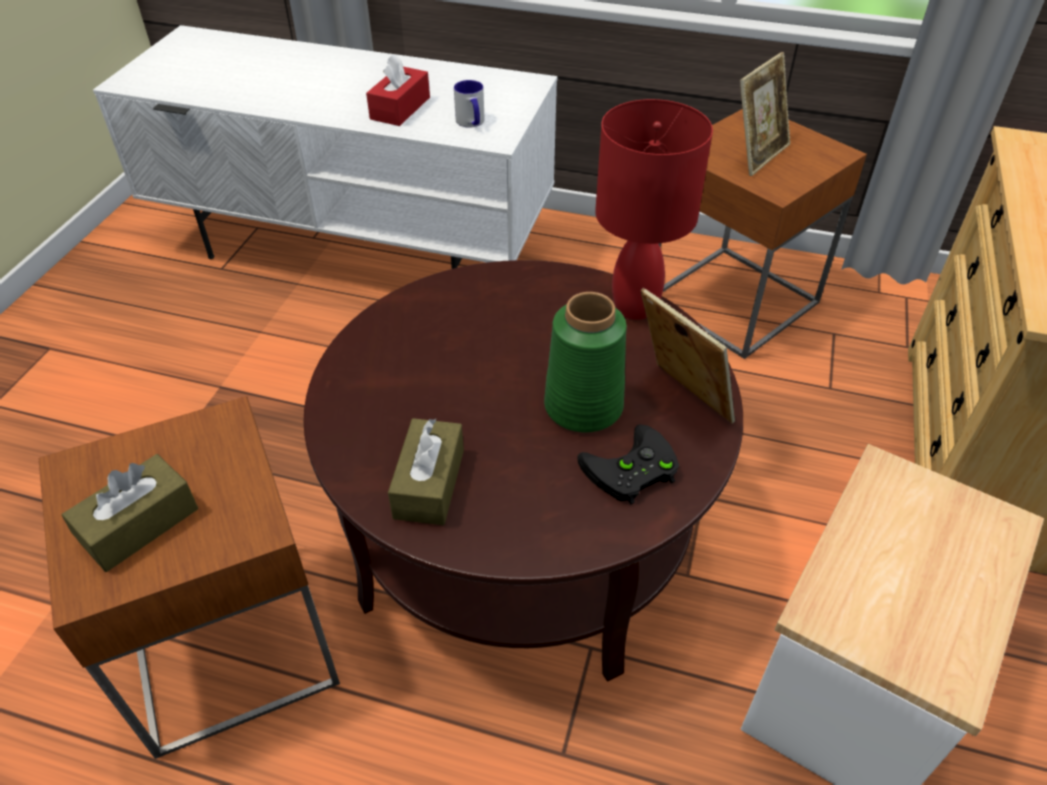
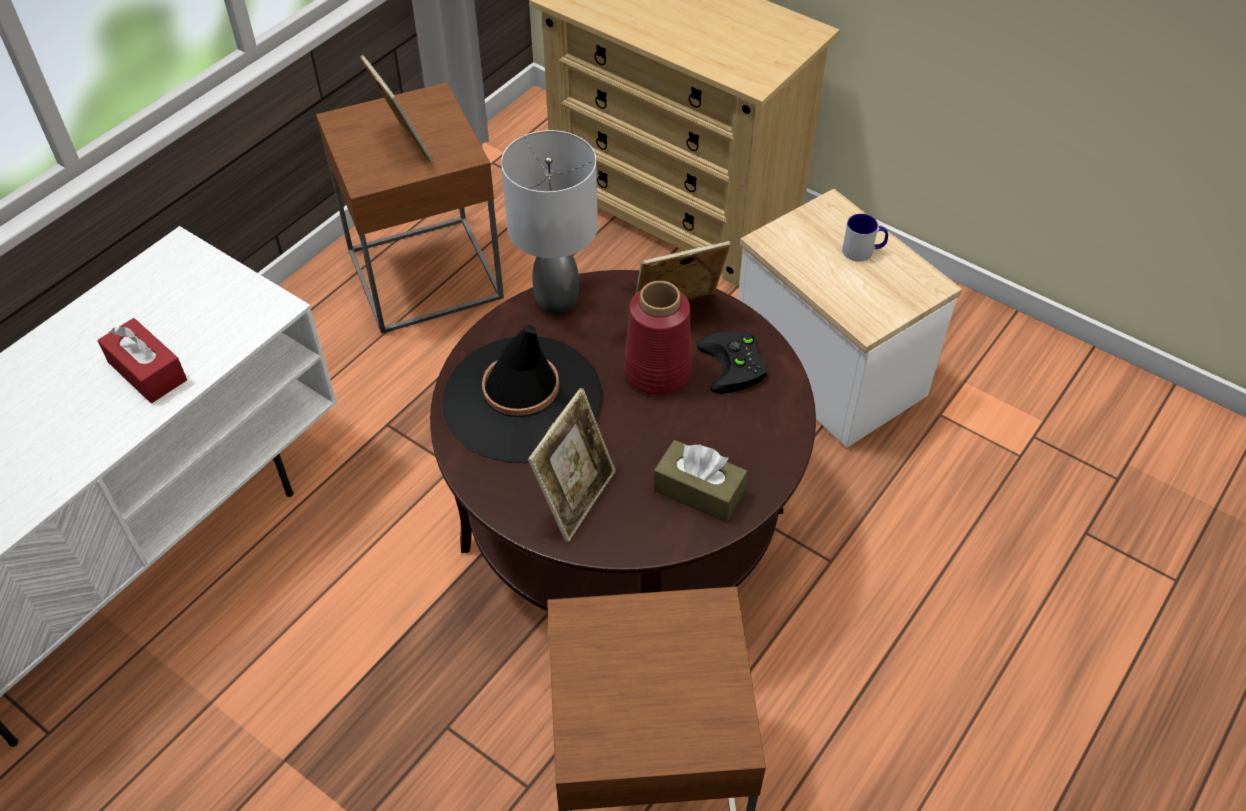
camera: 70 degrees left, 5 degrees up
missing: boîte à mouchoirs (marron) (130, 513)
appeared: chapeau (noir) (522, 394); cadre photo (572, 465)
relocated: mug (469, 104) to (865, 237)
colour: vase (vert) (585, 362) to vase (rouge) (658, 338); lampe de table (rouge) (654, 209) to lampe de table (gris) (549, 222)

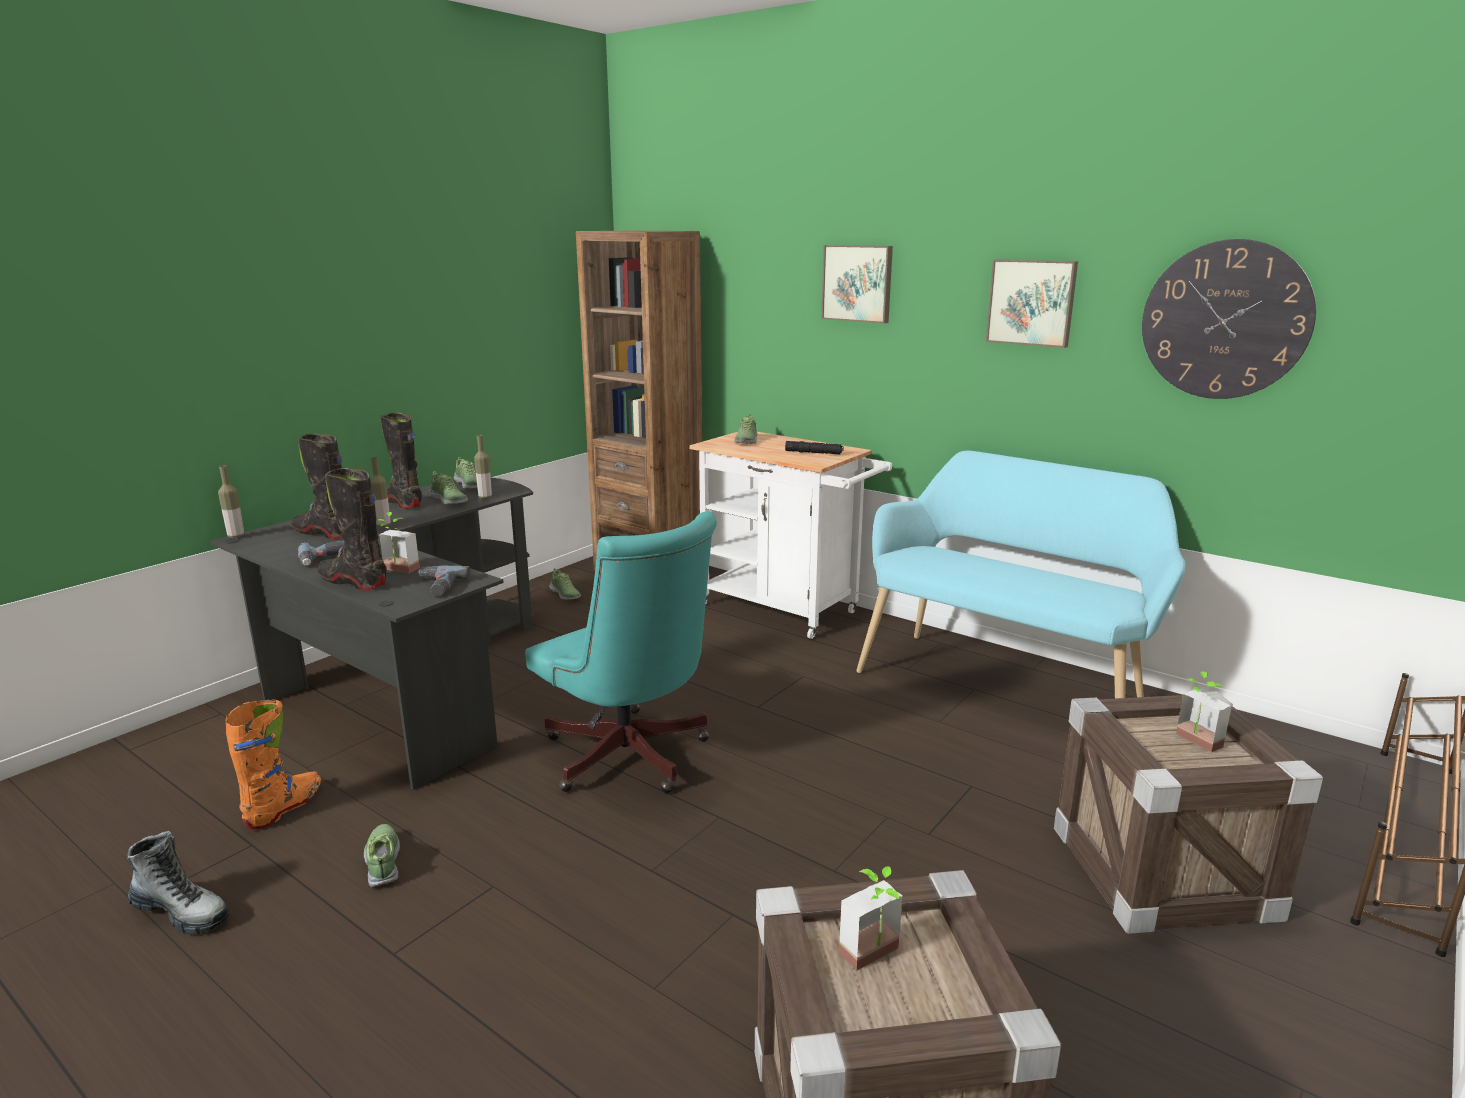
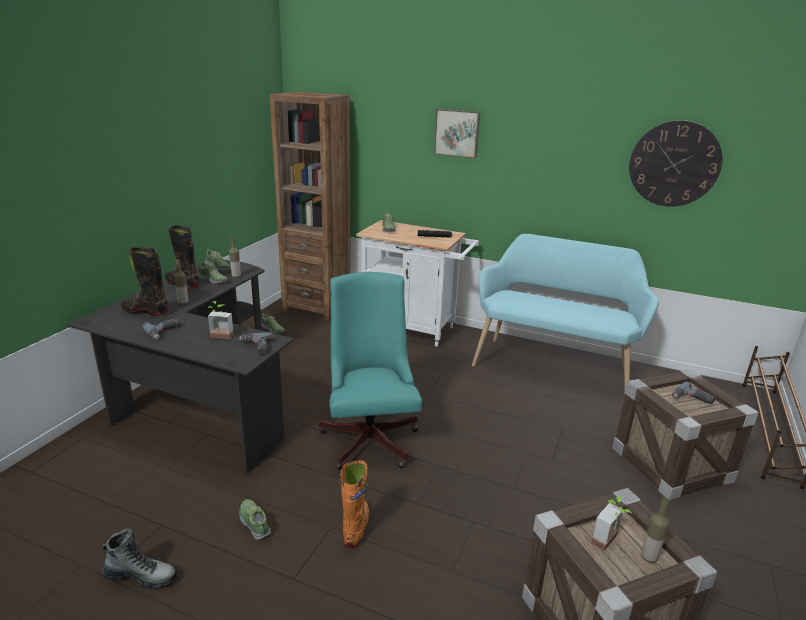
camera: 15 degrees left, 5 degrees up
missing: botte (noir) (352, 529); tableau (1032, 303)
relocated: bouteille (231, 501) to (655, 530); botte (orange) (273, 764) to (355, 504)
exchanged: plante en pot (1204, 712) to perceuse (693, 392)
spun: chaise de bureau (turquoise) (621, 652) = (370, 371) 135 degrees counterclockwise

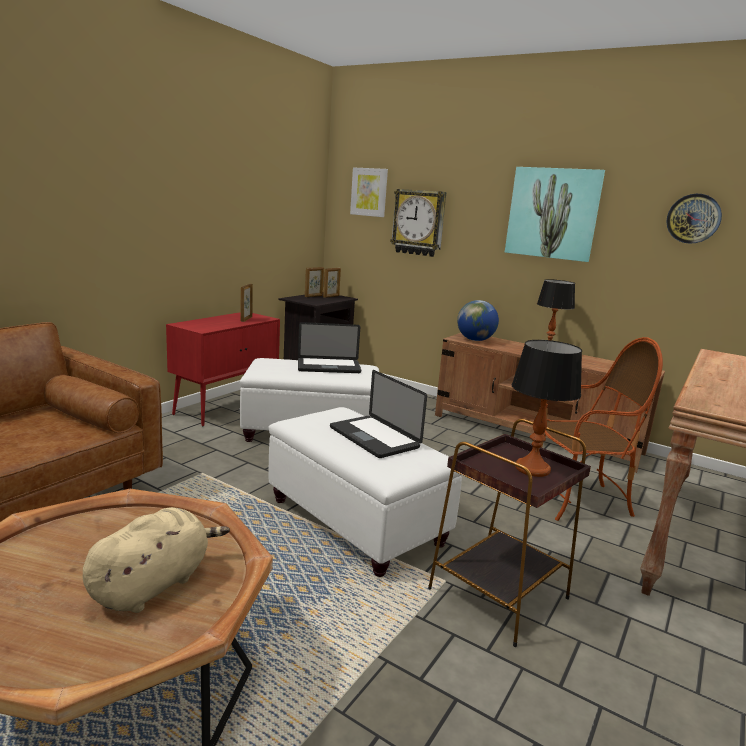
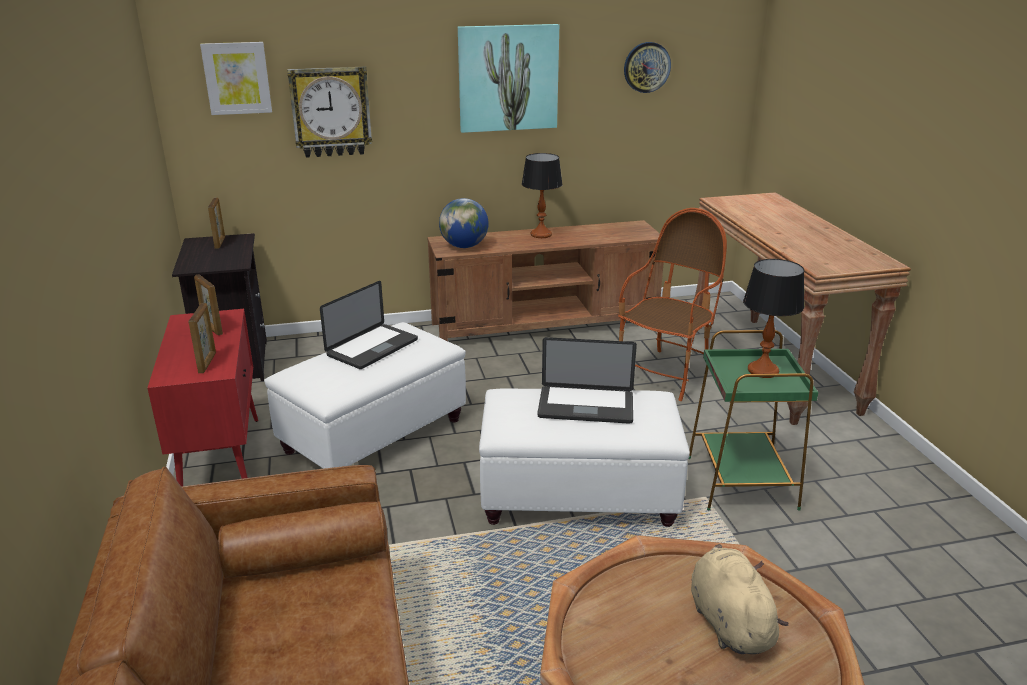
camera: 45 degrees left, 10 degrees up
relocated: cadre photo (314, 282) to (202, 338)
colour: table d'appoint (marron) (509, 533) to table d'appoint (vert) (753, 420)

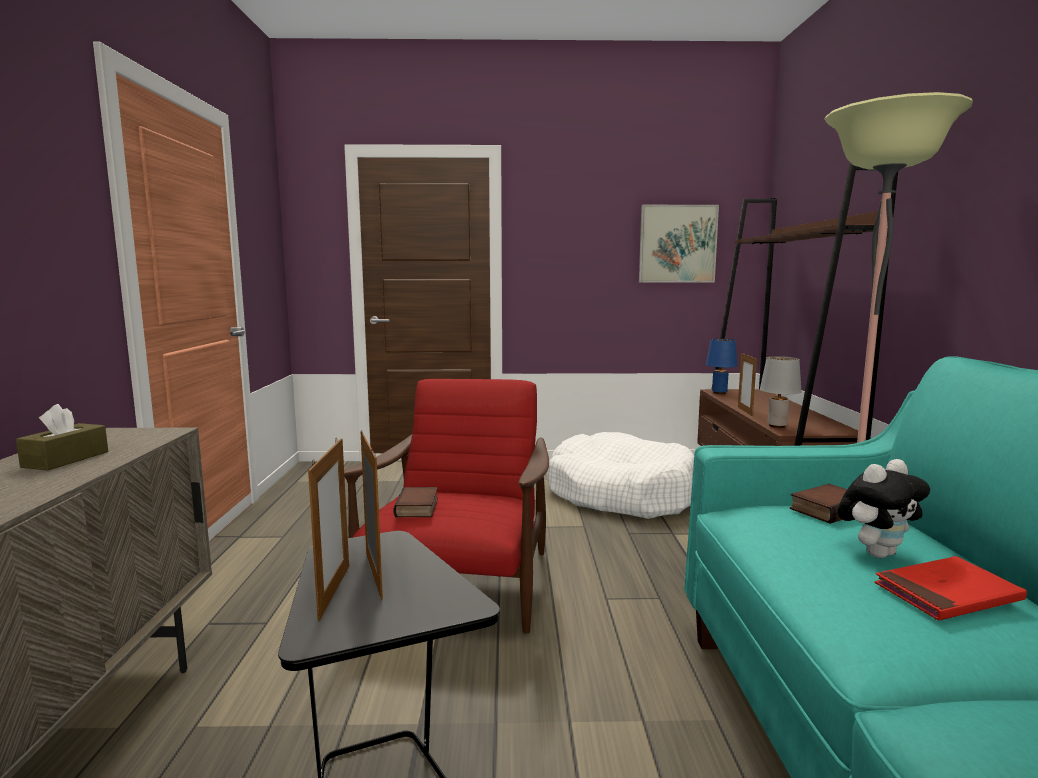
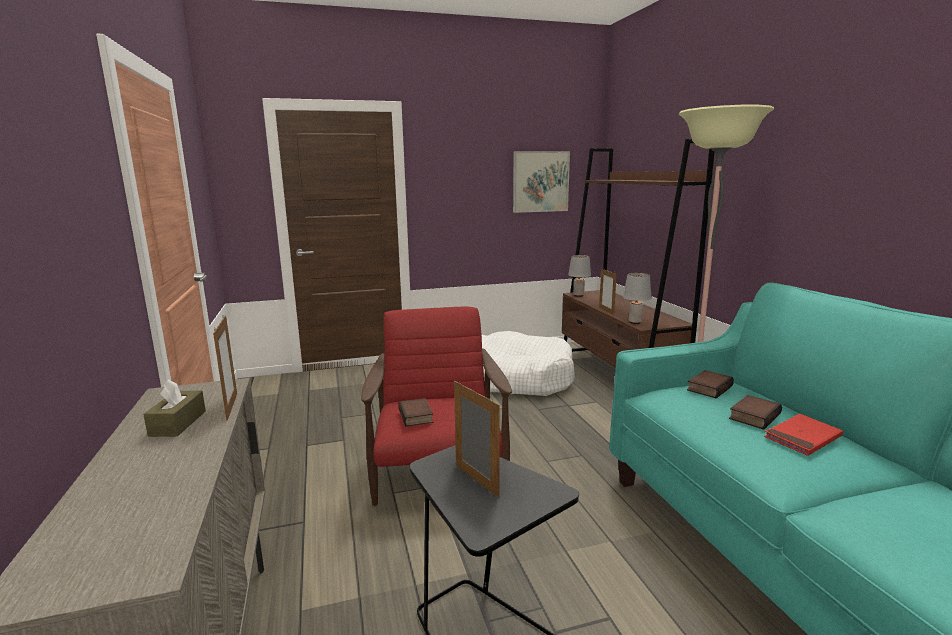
camera: 15 degrees left, 5 degrees up
relocated: cadre photo (328, 530) to (225, 368)
exchanged: peluche (883, 508) to livre (755, 412)
colour: lampe de table (bleu) (721, 366) to lampe de table (gris) (579, 276)

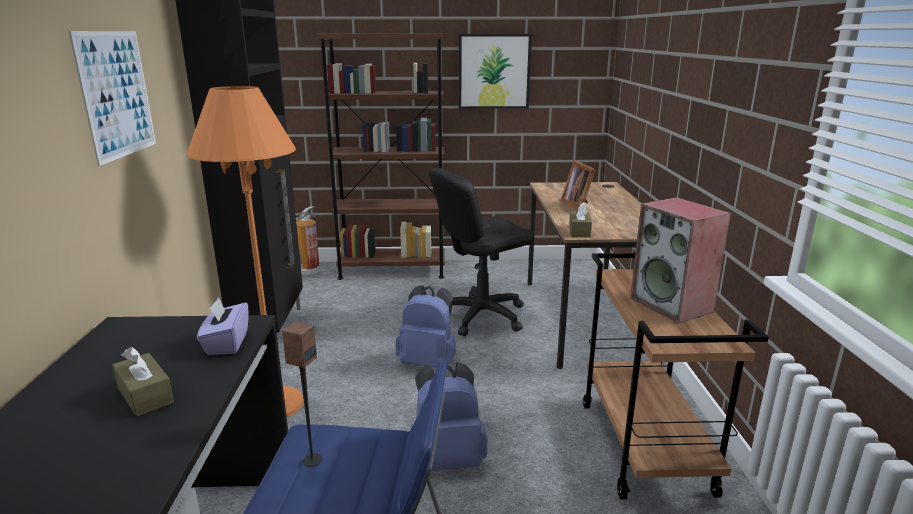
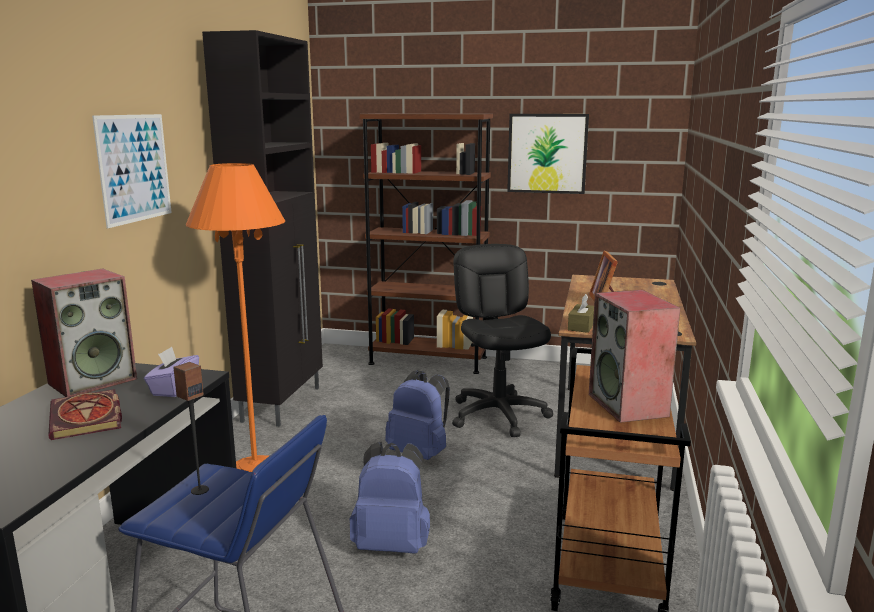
camera: 15 degrees right, 5 degrees down
missing: extincteur (308, 241)
appeared: enceinte (84, 333)
exchanged: boîte à mouchoirs (marron) (143, 382) to livre (85, 414)
spun: chaise de bureau (noir) (481, 252) = (502, 340) 90 degrees clockwise

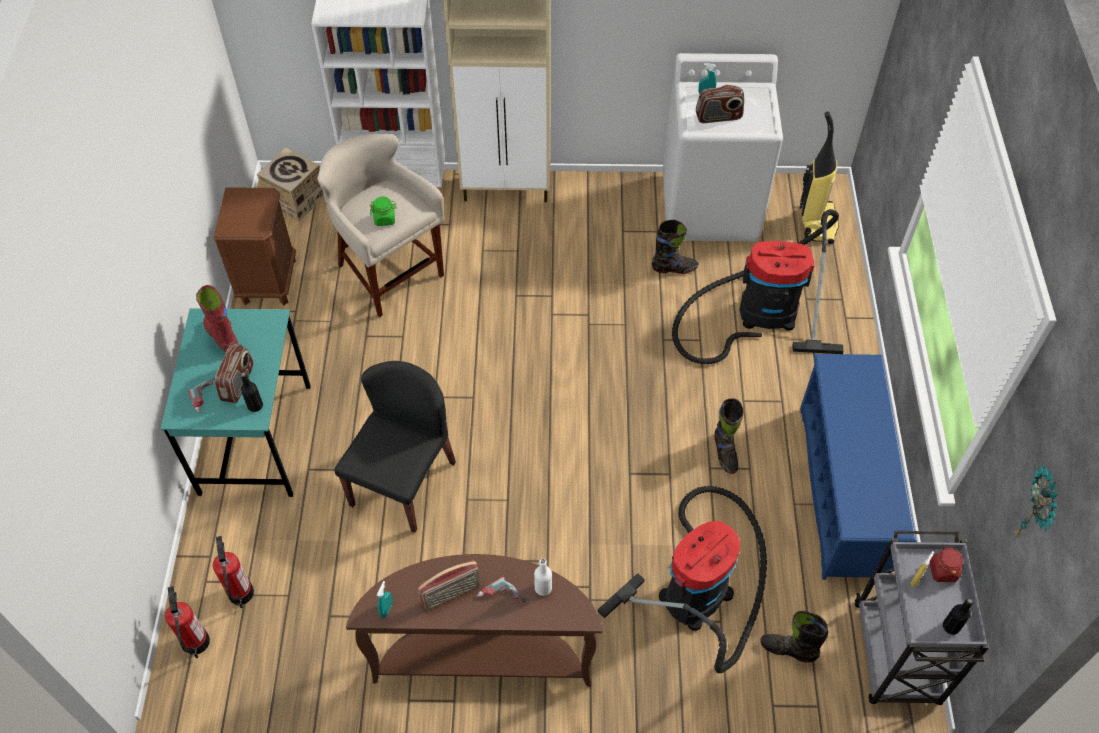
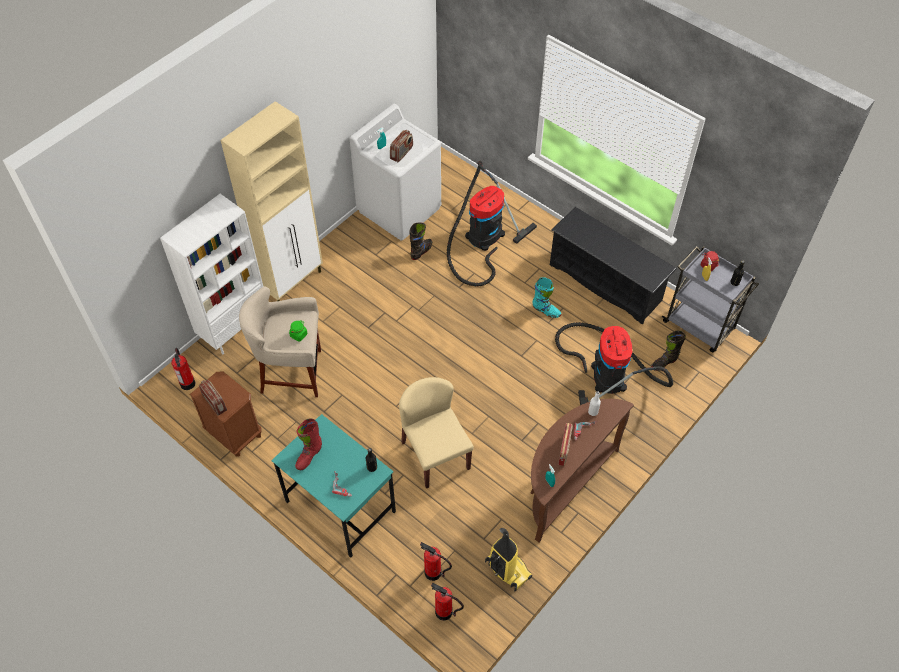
camera: 50 degrees left, 0 degrees up
missing: horloge murale (1036, 501)
relocated: radio (234, 373) to (213, 398); aspirateur (819, 178) to (508, 559)
exchanged: carton (290, 185) to extincteur (183, 369)
colour: chaise (noir) (395, 447) to chaise (beige) (436, 433); botte (noir) (729, 436) to botte (turquoise) (547, 297); étagère à chaussures (bleu) (858, 467) to étagère à chaussures (noir) (613, 266)
spun: botte (rouge) (217, 319) = (308, 444) 60 degrees counterclockwise

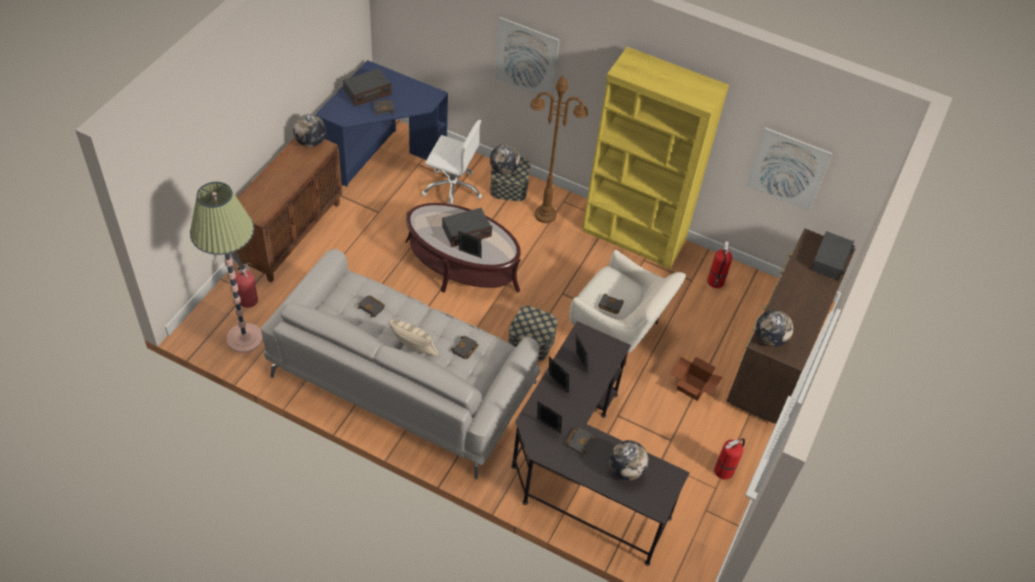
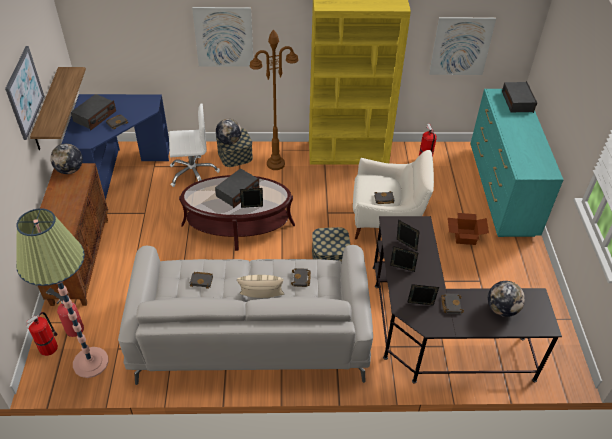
camera: 25 degrees left, 5 degrees down
missing: globe (774, 328)
appeared: tableau (24, 93); étagère (58, 108)
relocated: extincteur (729, 459) to (42, 334)
colour: commode (marron) (790, 326) to commode (turquoise) (516, 163)

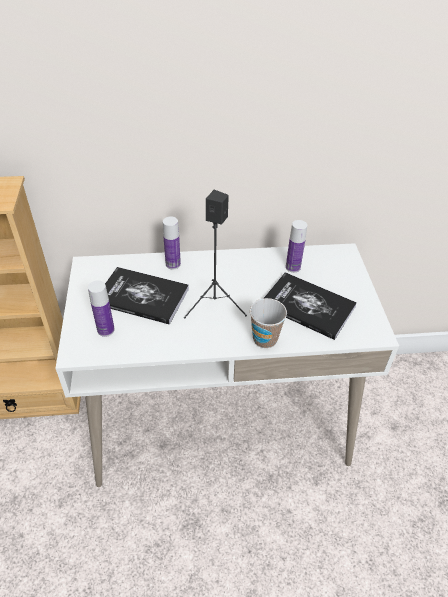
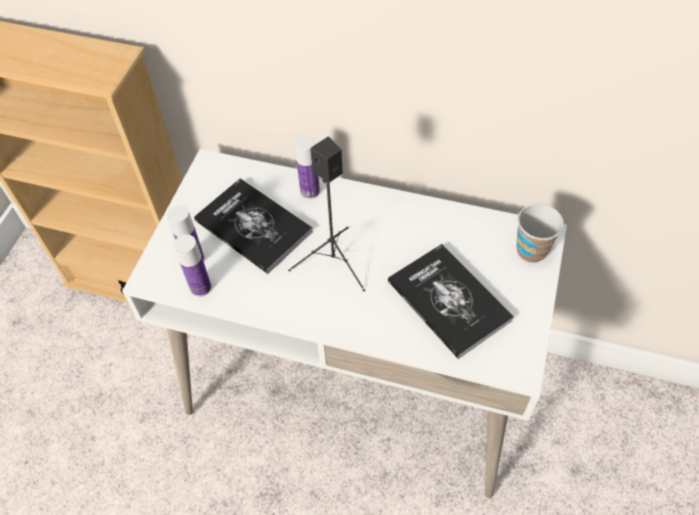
camera: 25 degrees right, 10 degrees up
relocated: tasse (268, 323) to (540, 233); bouteille (296, 246) to (192, 265)

